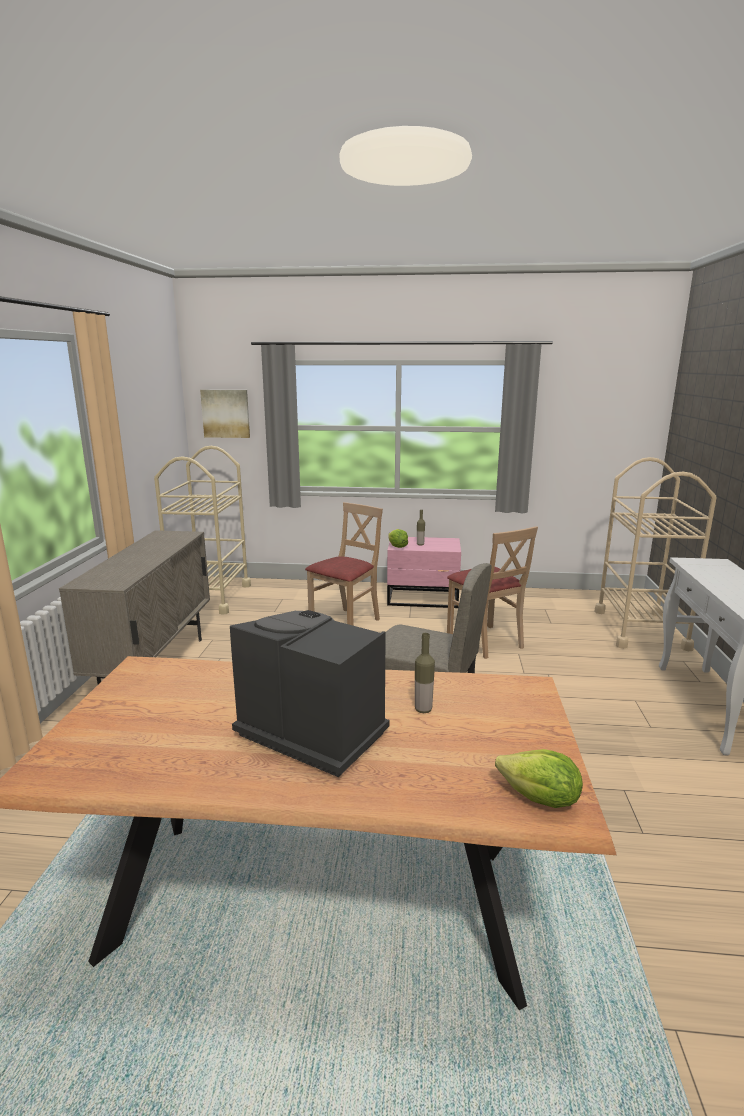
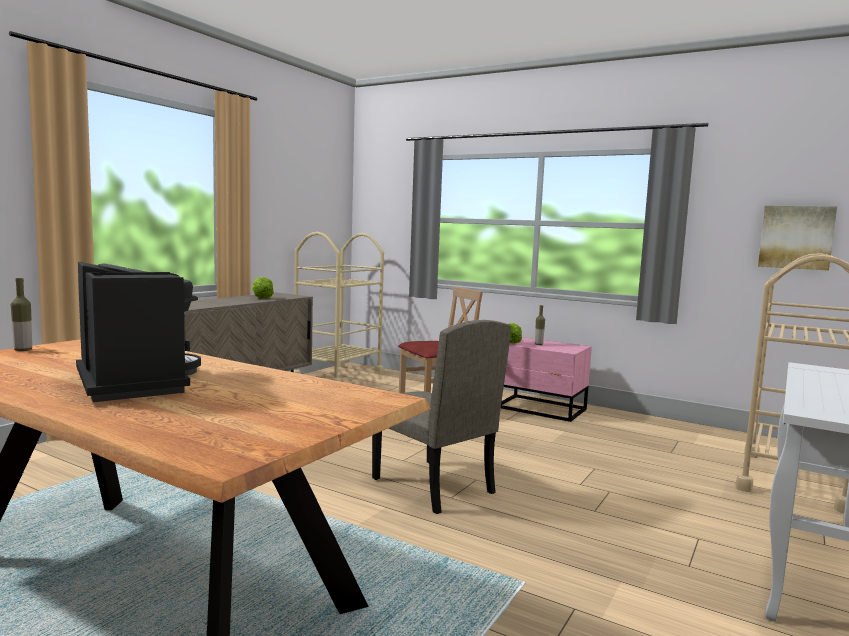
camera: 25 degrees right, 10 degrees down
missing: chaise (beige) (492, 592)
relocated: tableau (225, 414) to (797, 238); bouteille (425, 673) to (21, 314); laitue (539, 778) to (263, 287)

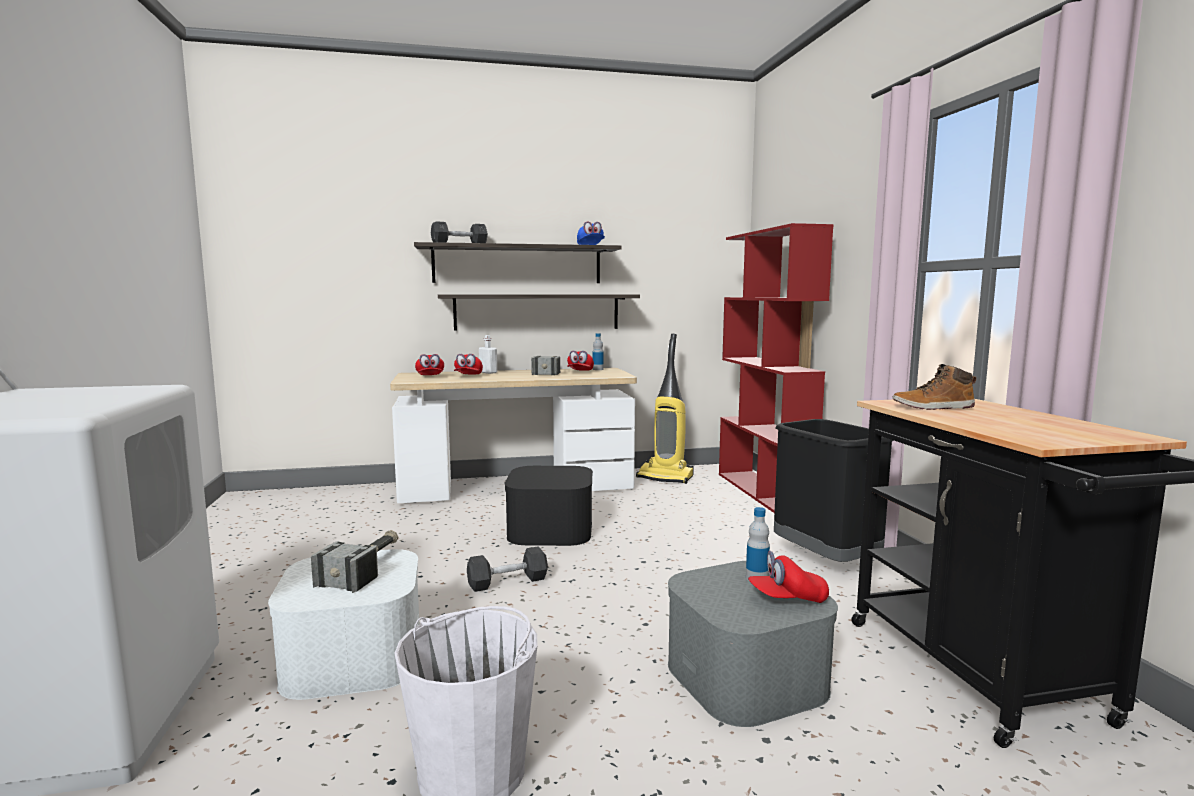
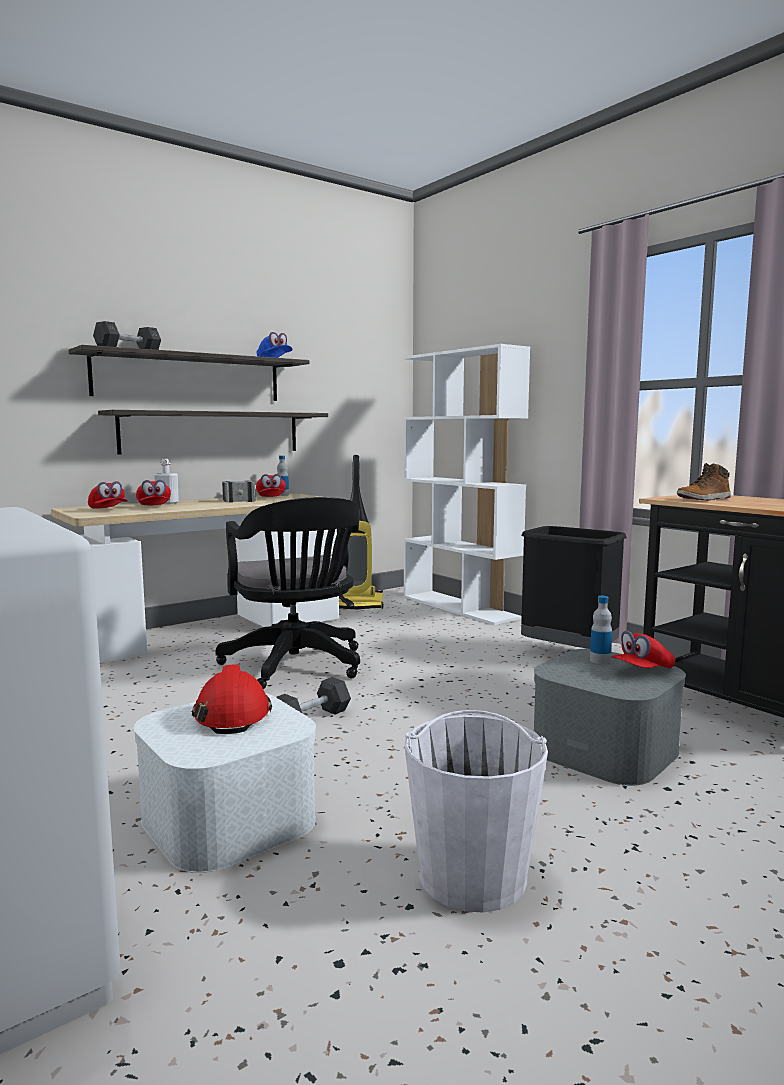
camera: 25 degrees left, 0 degrees up
exchanged: marteau (354, 561) to casque de chantier (rouge) (232, 699); boîte de rangement (noir) (549, 506) to chaise de bureau (noir) (288, 593)
colour: bibliothèque (rouge) (776, 368) to bibliothèque (blanc) (467, 484)

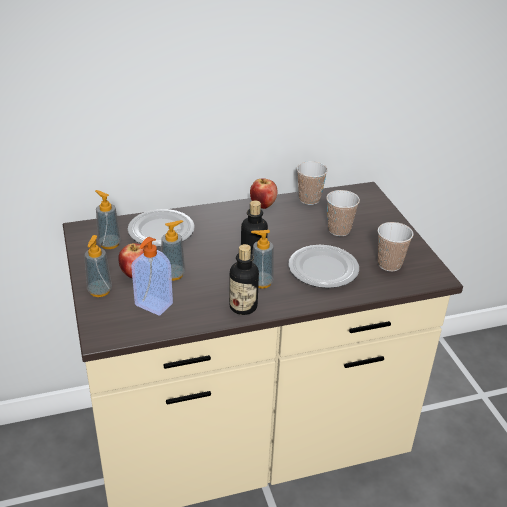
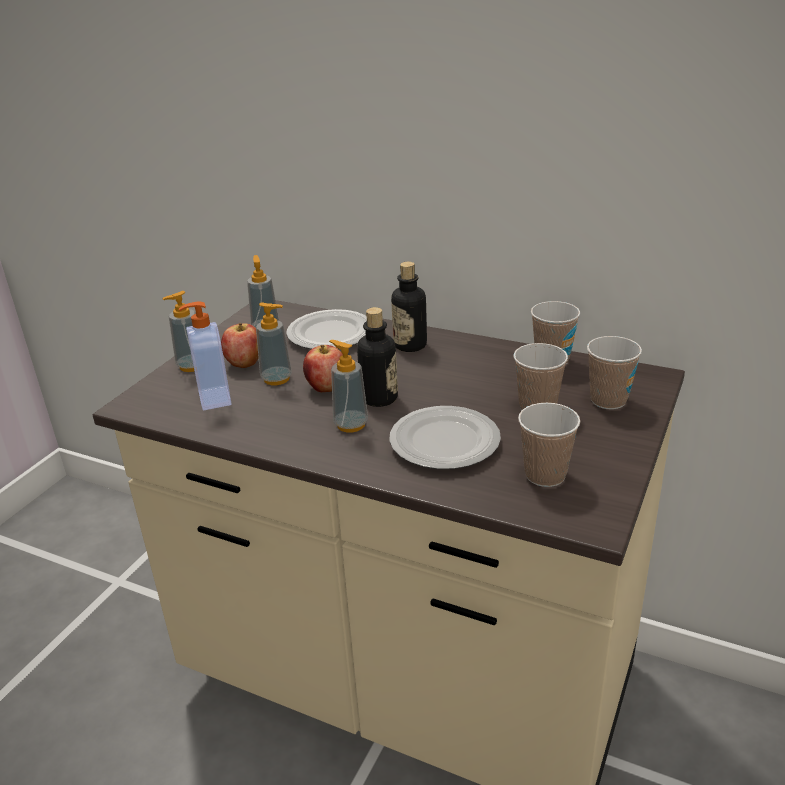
camera: 45 degrees right, 5 degrees down
appeared: tasse (614, 373)
relocated: bouteille (244, 279) to (409, 307); pomme (263, 193) to (323, 368)

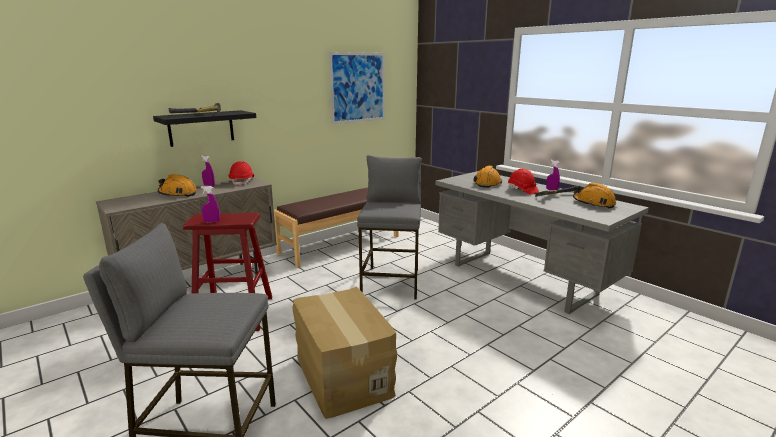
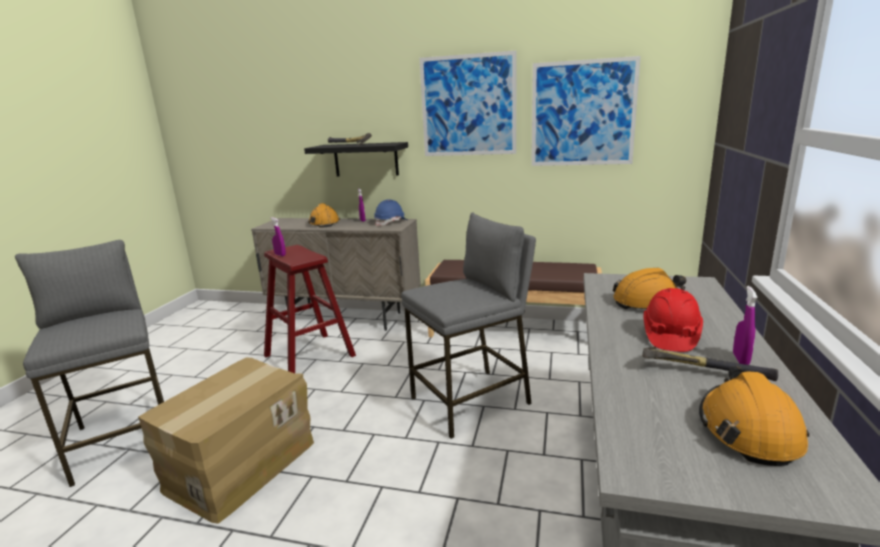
camera: 55 degrees right, 0 degrees up
appeared: tableau (468, 103)
colour: casque de chantier (rouge) (241, 173) to casque de chantier (bleu) (391, 212)

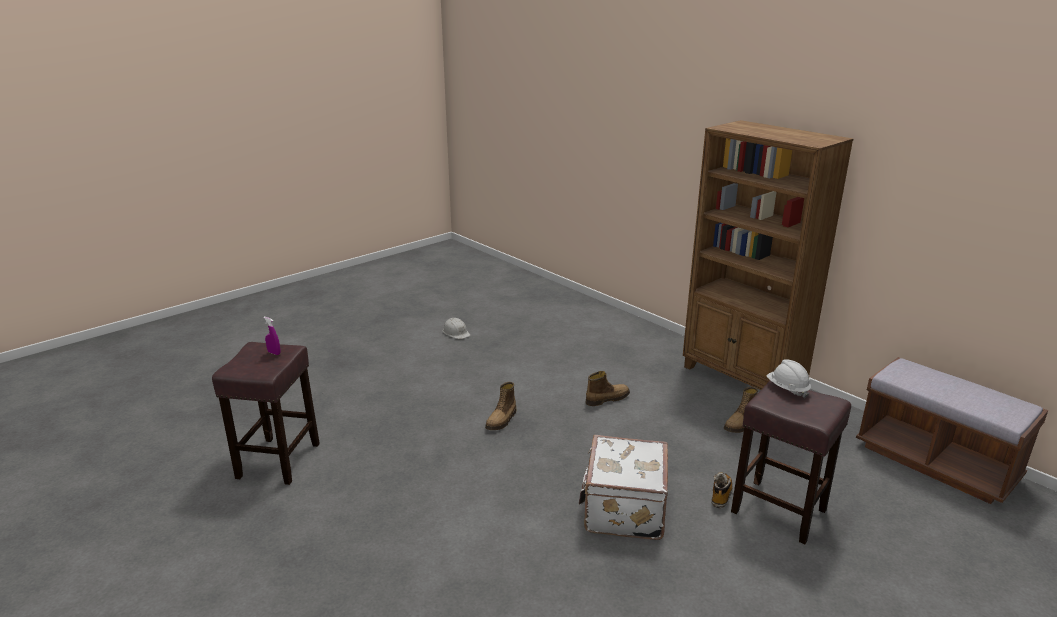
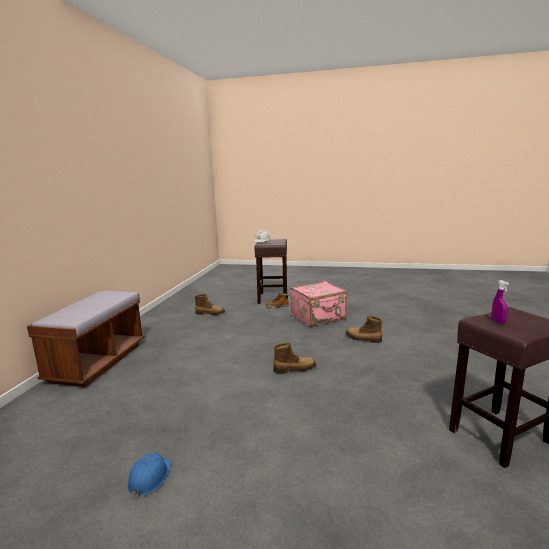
camera: 125 degrees left, 10 degrees down
missing: bibliothèque (marron) (768, 255)
relocated: botte (607, 388) to (363, 329); banc (marron) (952, 430) to (85, 339)
colour: casque de chantier (blanc) (456, 328) to casque de chantier (bleu) (149, 475); valise (blanc) (623, 487) to valise (rose) (318, 304)

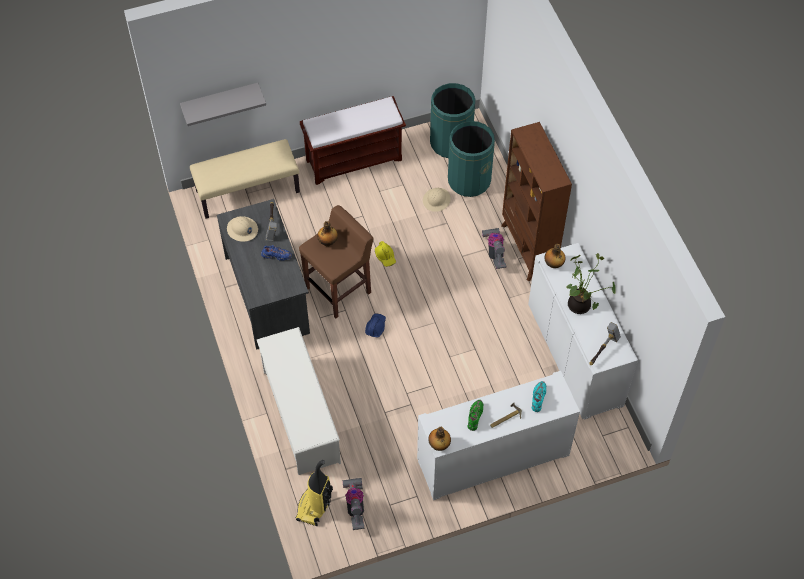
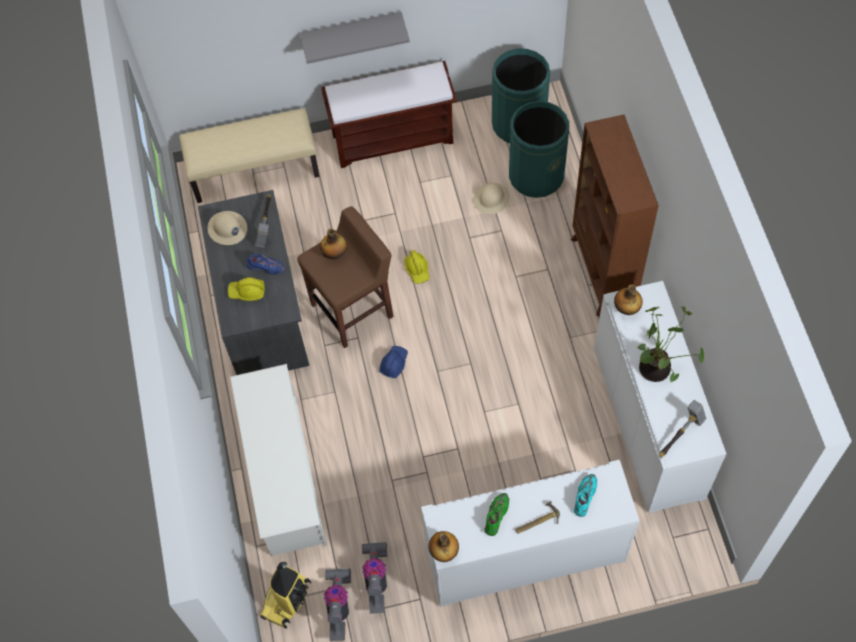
camera: 10 degrees right, 5 degrees up
appeared: casque de chantier (jaune) (246, 289)
relocated: étagère (gris) (223, 104) to (355, 38); aspirateur (494, 248) to (374, 578)

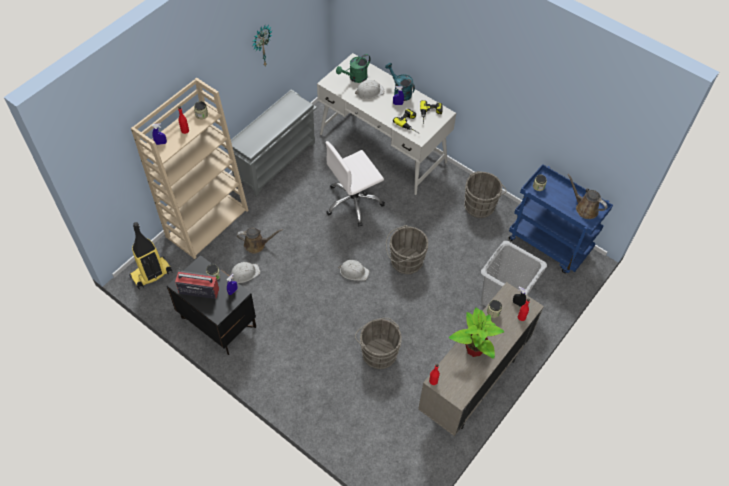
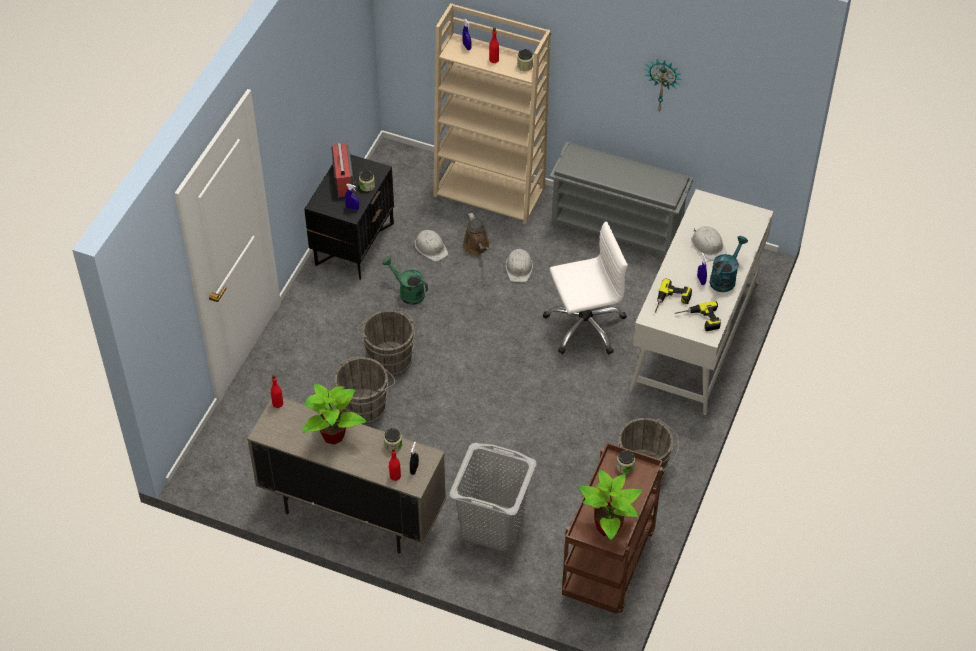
camera: 75 degrees right, 5 degrees down
missing: aspirateur (151, 256)
relocated: arrosoir (vert) (353, 68) to (405, 281); casque de chantier (blanc) (353, 270) to (519, 265); seau (gris) (407, 249) to (386, 343)
exchanged: arrosoir (marron) (587, 196) to plante en pot (610, 505)
colour: chariot (bleu) (561, 219) to chariot (marron) (612, 528)
spun: chaise de bureau (blanc) (355, 183) = (585, 288) 120 degrees clockwise

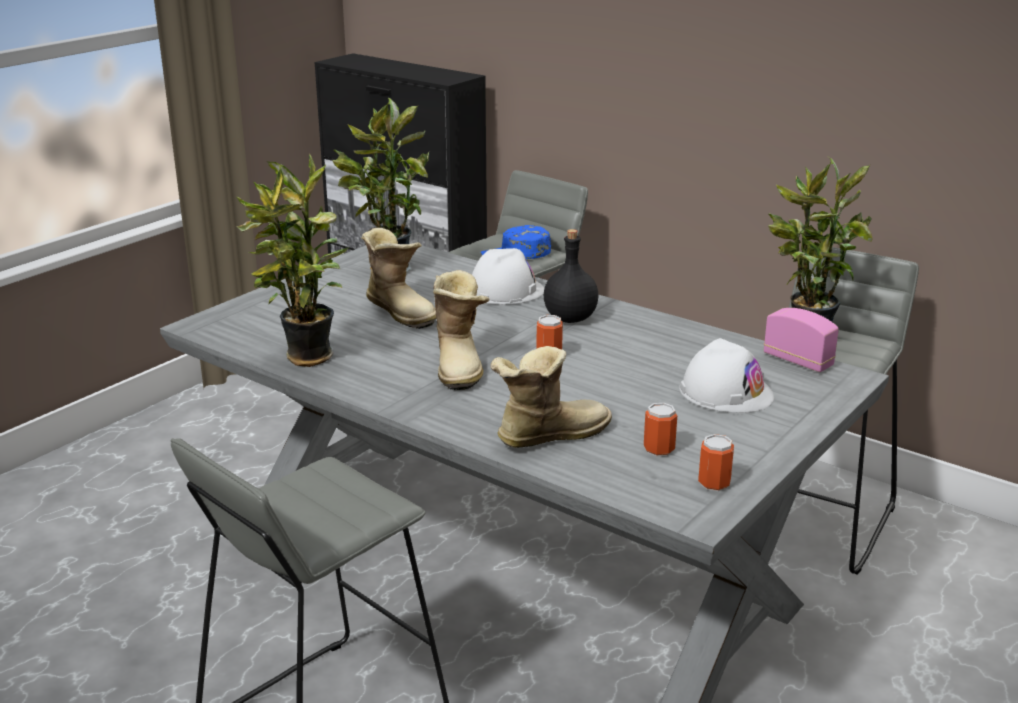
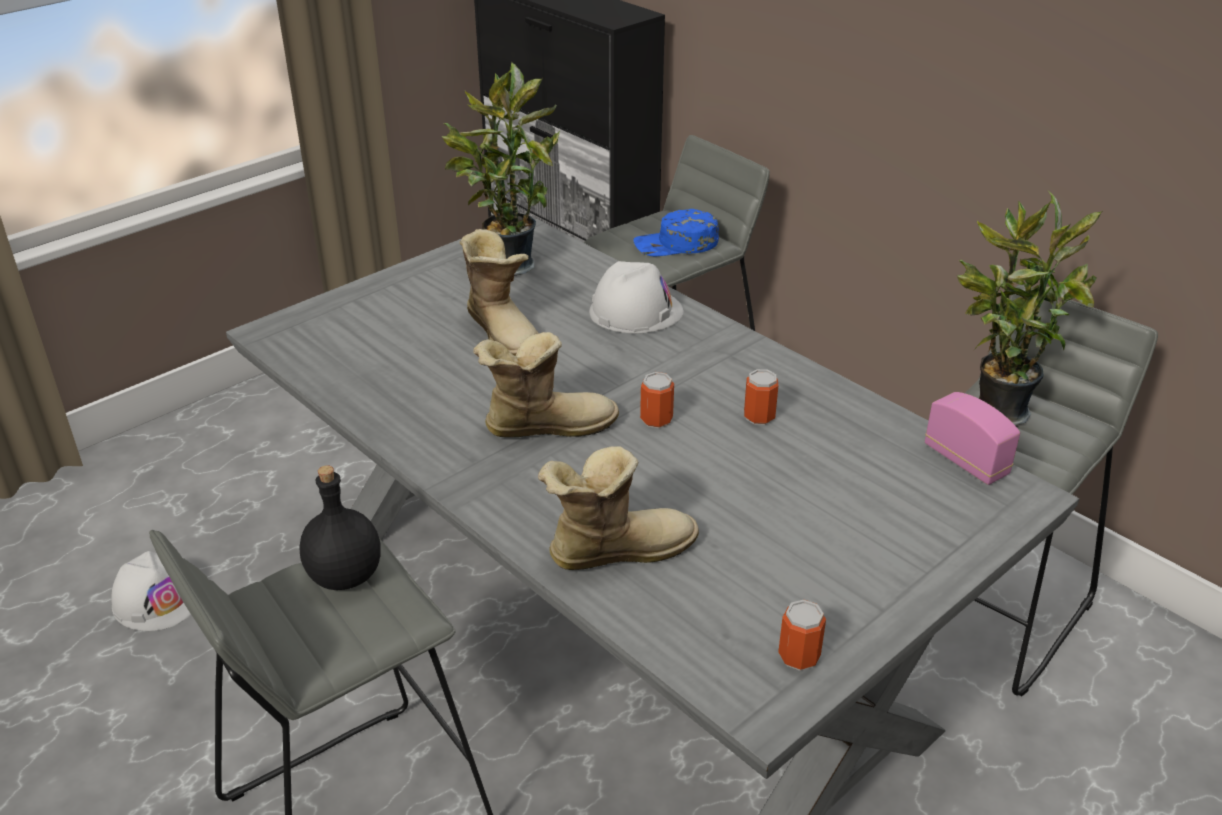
camera: 10 degrees right, 10 degrees up
missing: plante en pot (292, 260)
relocated: bouteille (noir) (571, 276) to (340, 527); boîte métallique (660, 430) to (761, 397); casque de chantier (blanc) (726, 375) to (151, 591)
spun: botte (461, 330) = (546, 384) 105 degrees counterclockwise

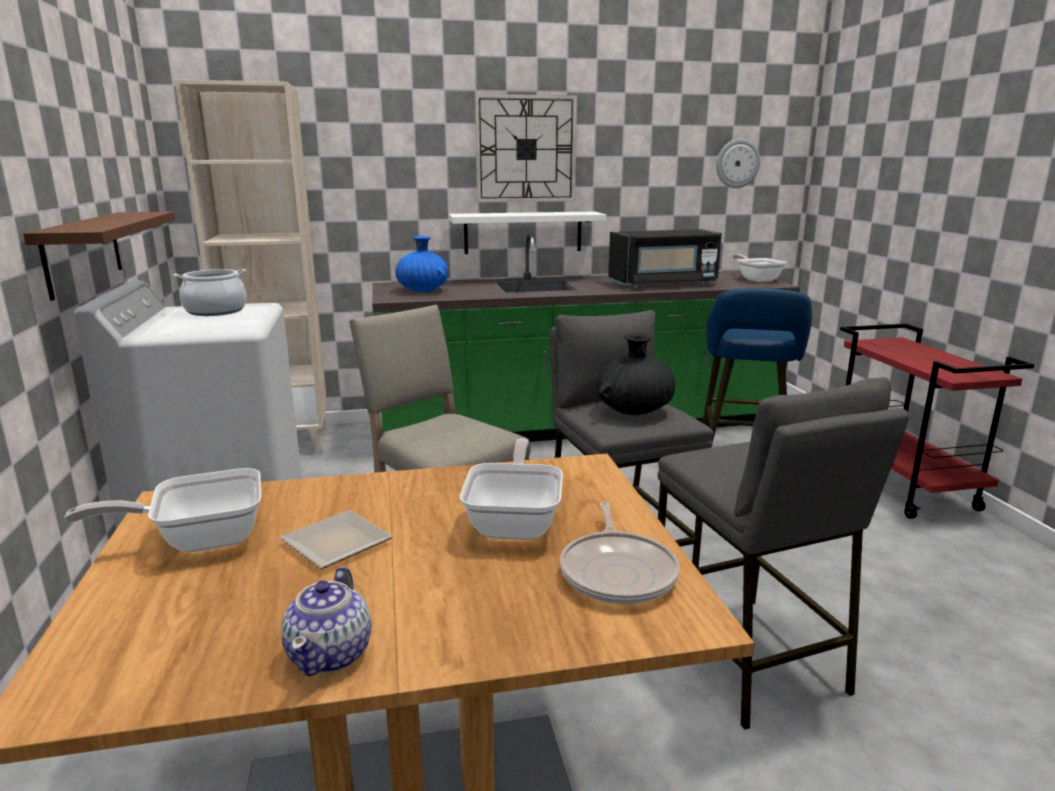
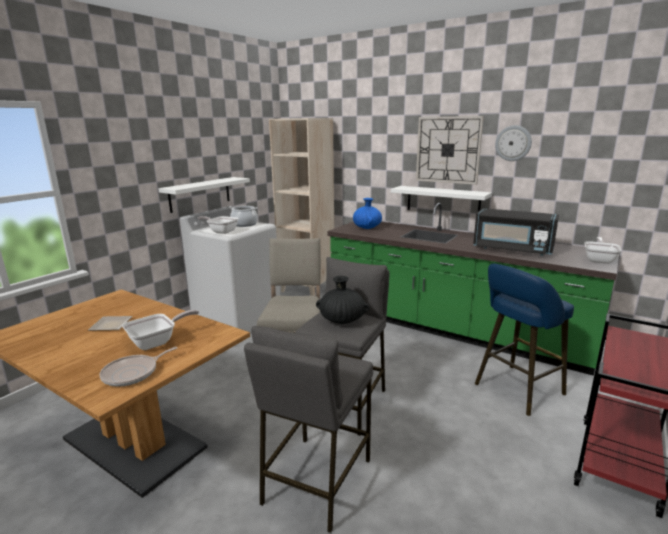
camera: 45 degrees right, 0 degrees up
missing: théière (326, 621)
relocated: poêle (162, 510) to (218, 225); horloge murale (738, 163) to (513, 143)
colour: étagère (marron) (99, 256) to étagère (blanc) (204, 195)

